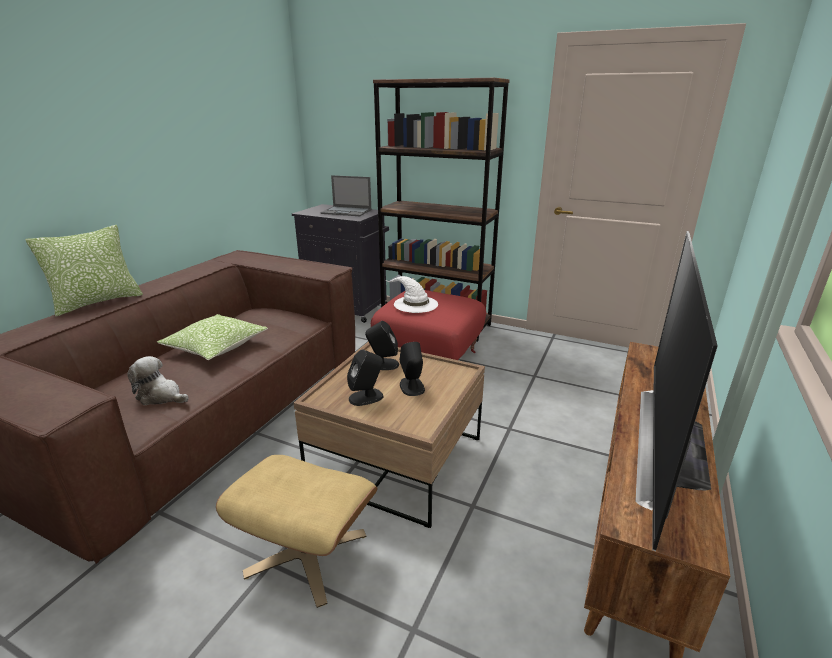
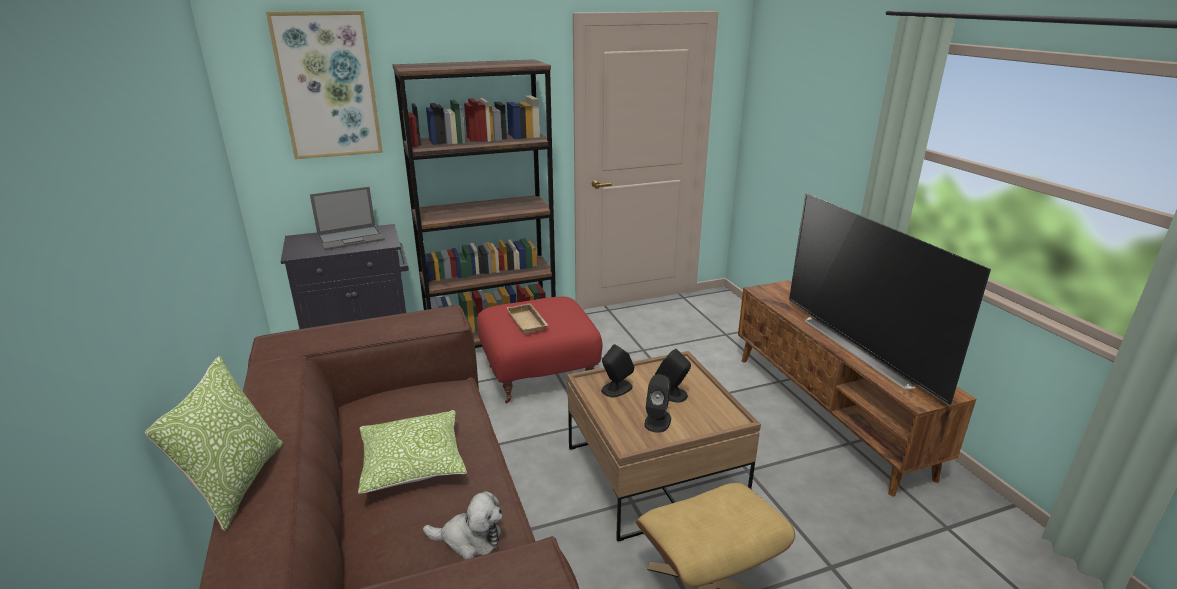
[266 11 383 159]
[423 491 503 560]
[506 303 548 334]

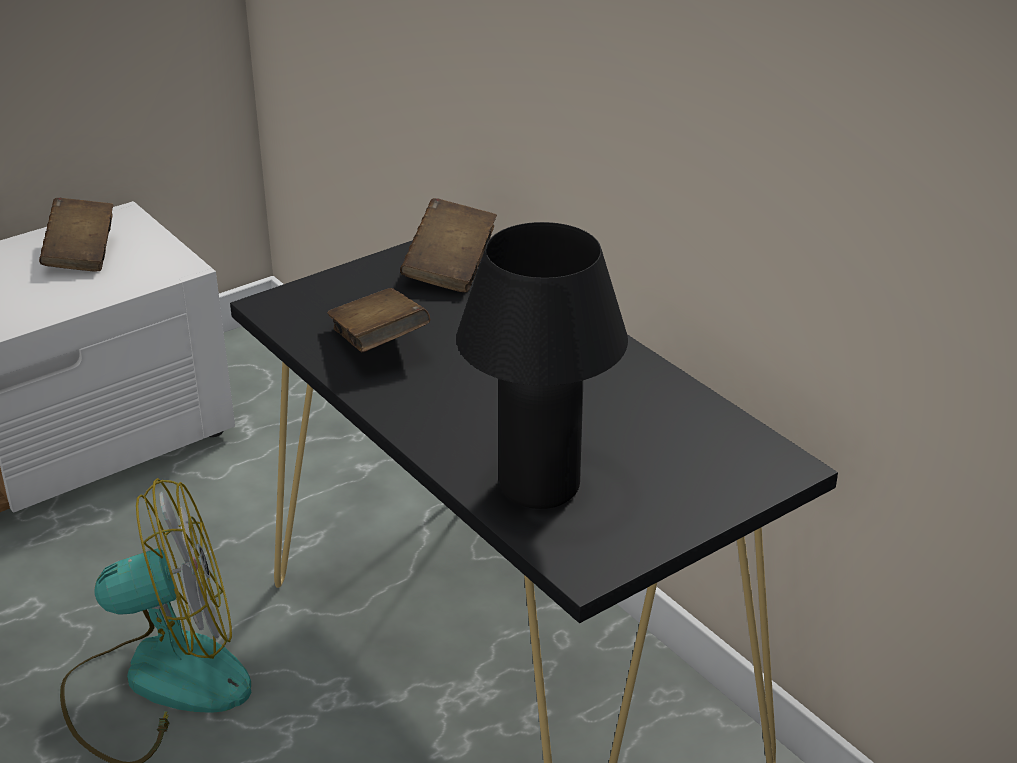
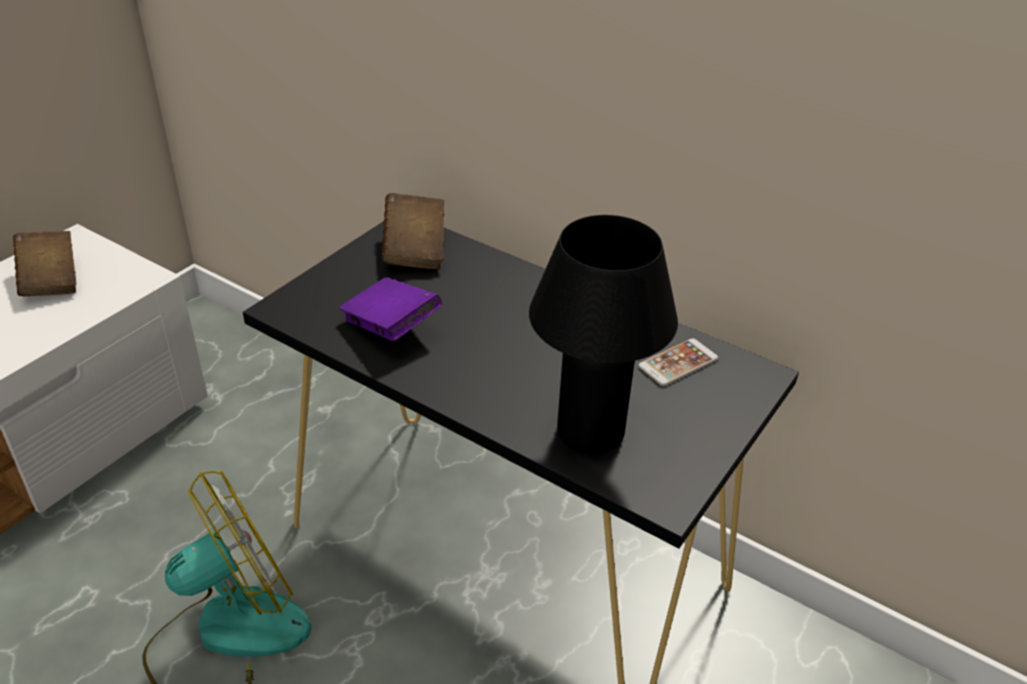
[339 278 442 341]
[638 338 718 386]

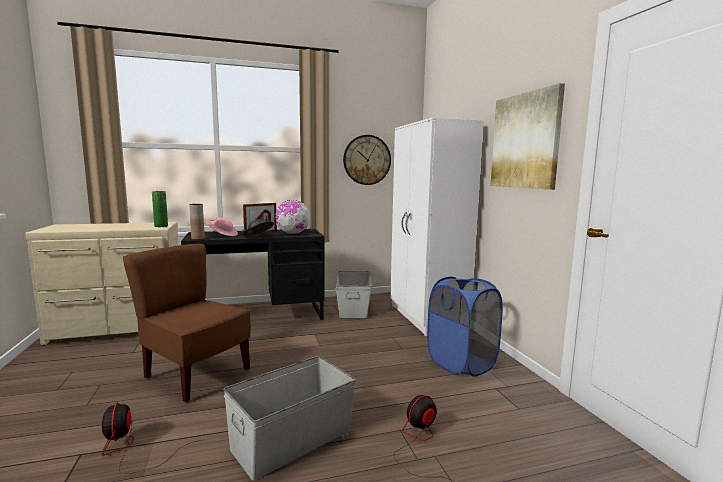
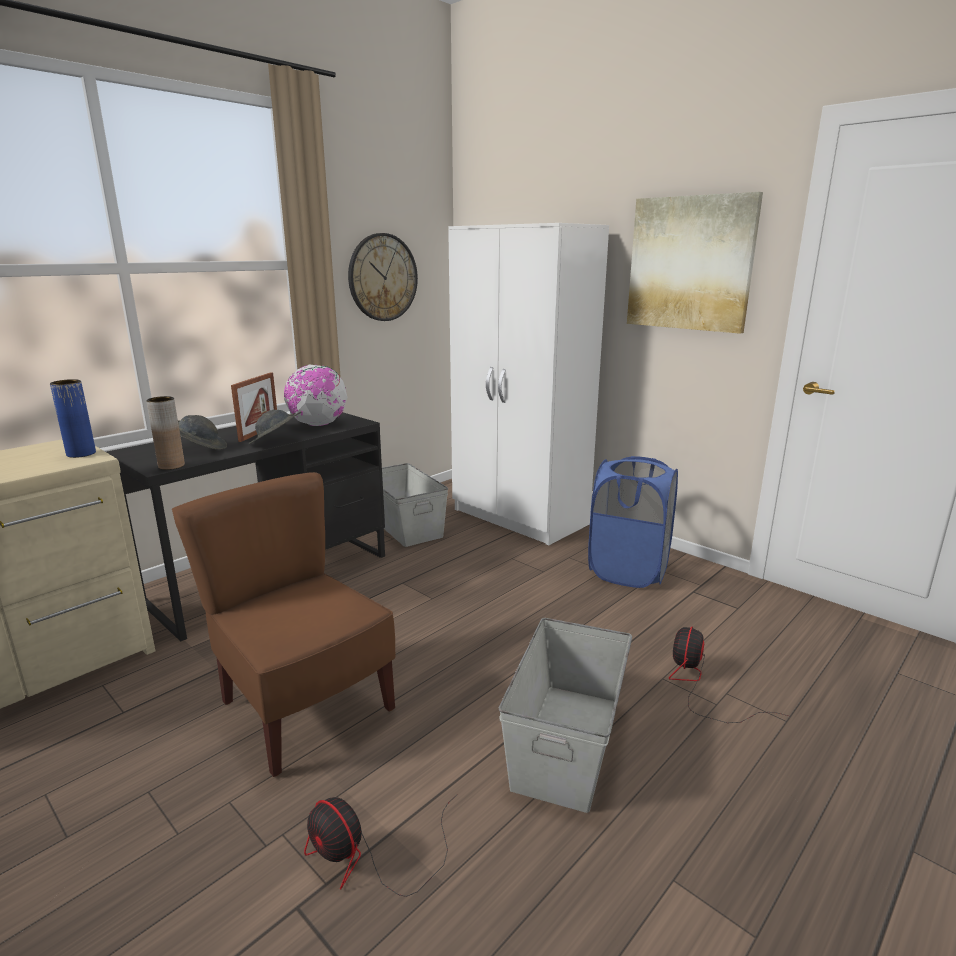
[50 379 96 458]
[172 472 395 777]
[178 415 227 450]

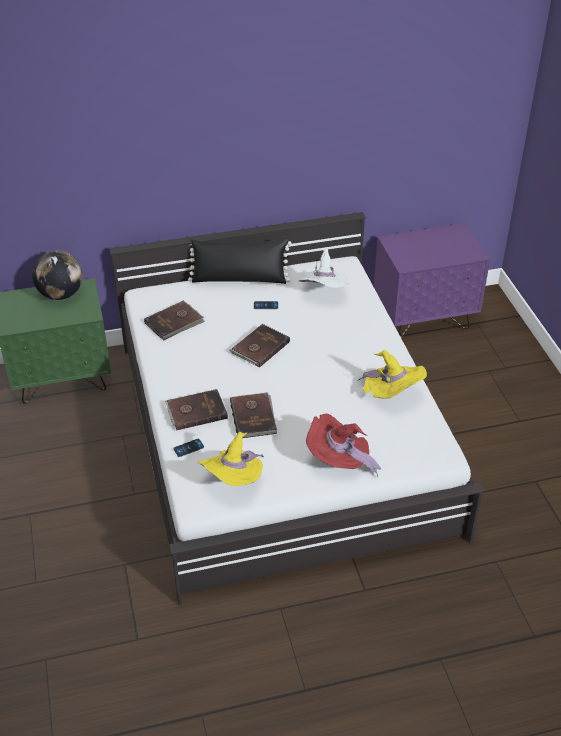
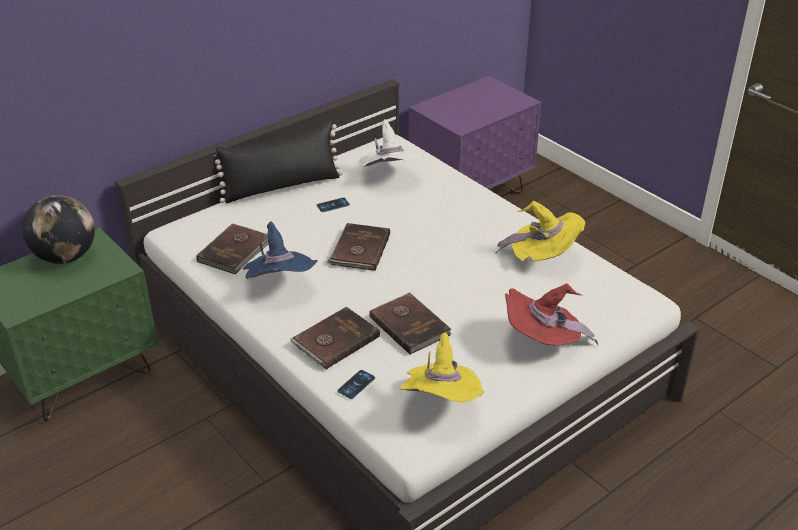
[243 222 318 279]

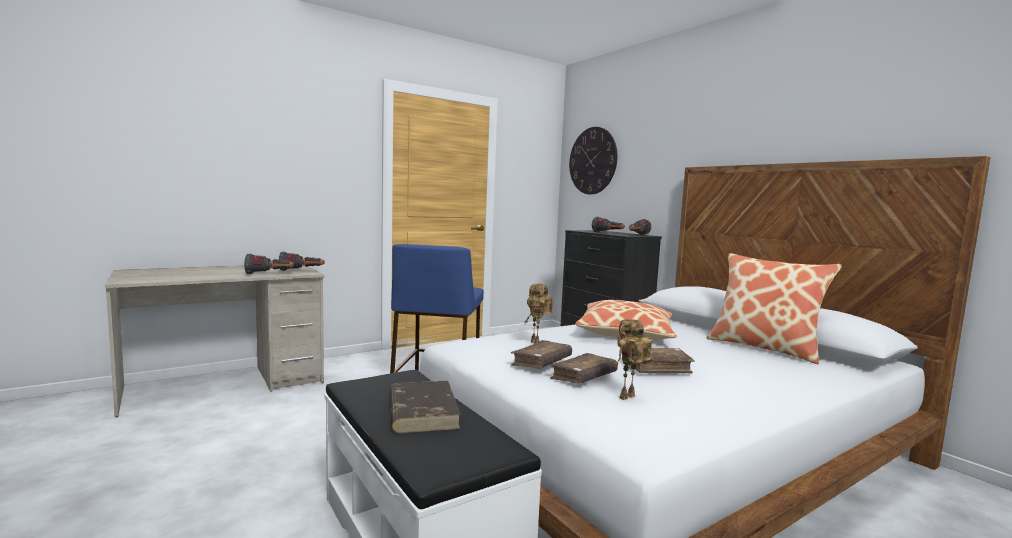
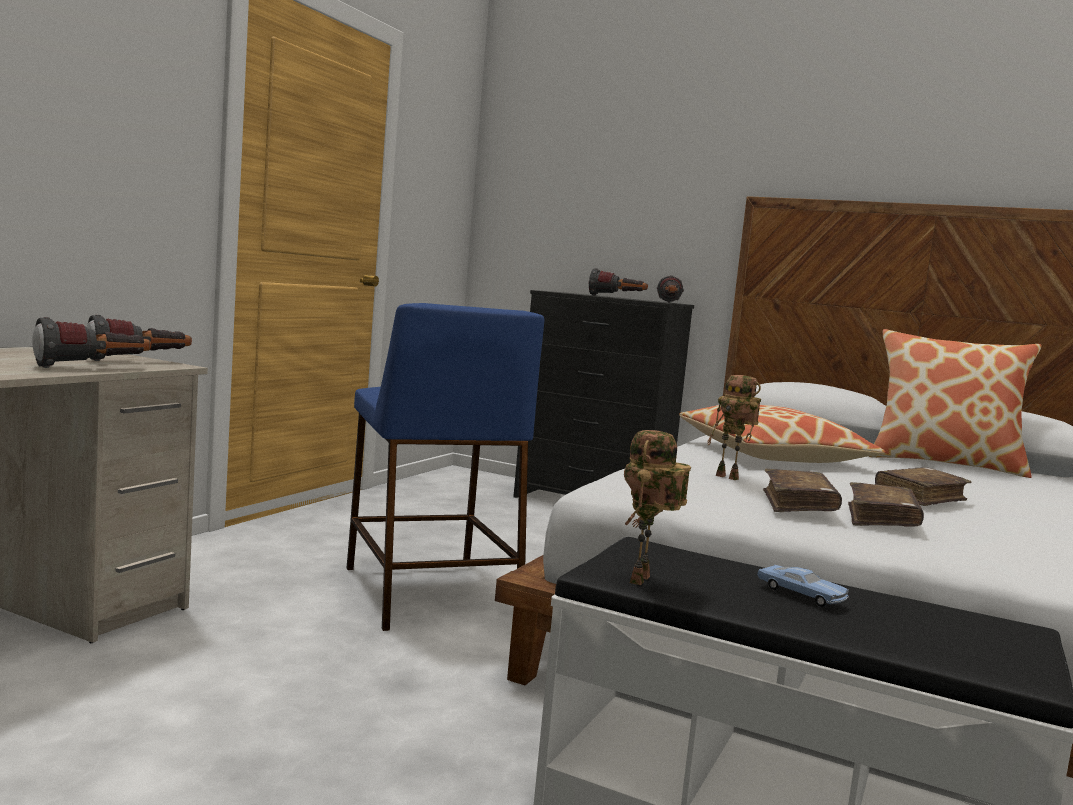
[624 430 691 585]
[757 565 849 607]
[569 127 617 194] (first image)

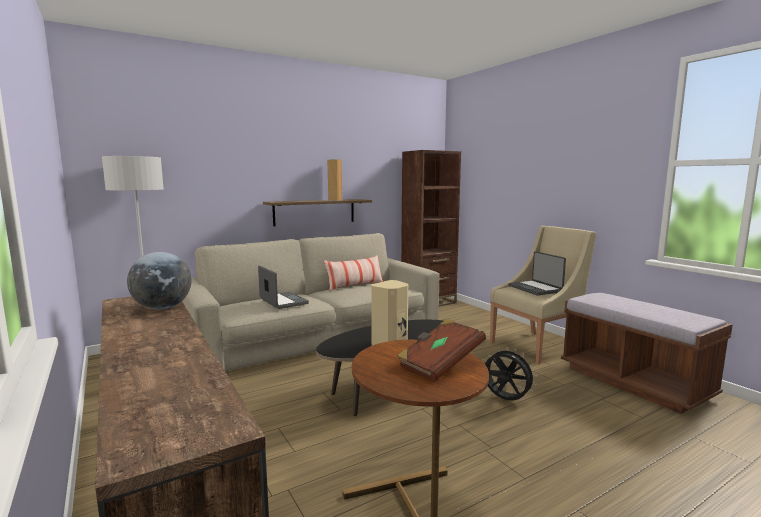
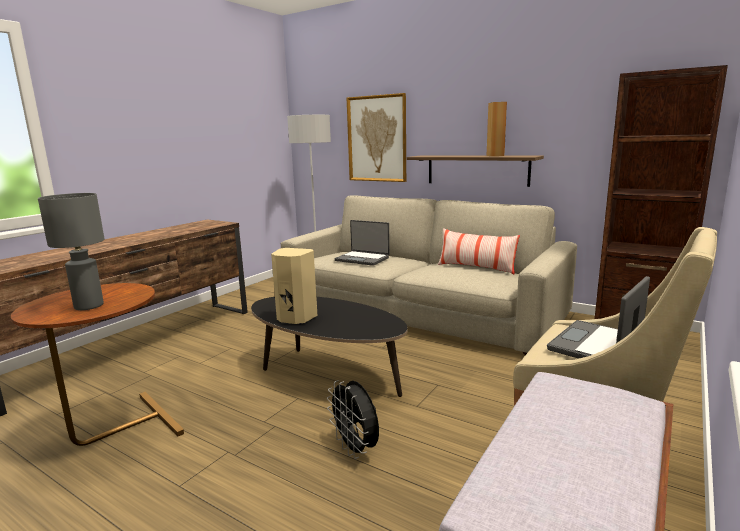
[38 193 104 310]
[327 380 379 459]
[335 220 390 266]
[347 93 406 182]
[127 252 192 310] (first image)

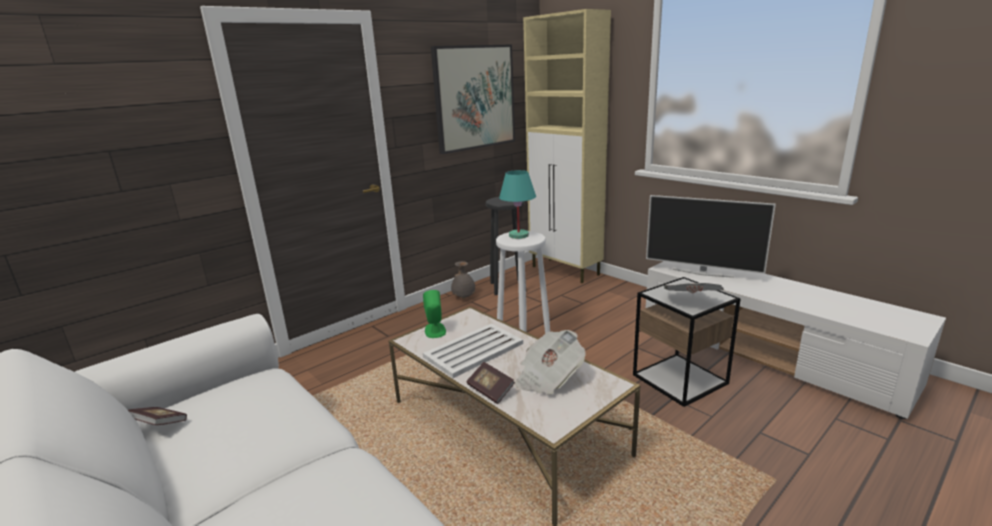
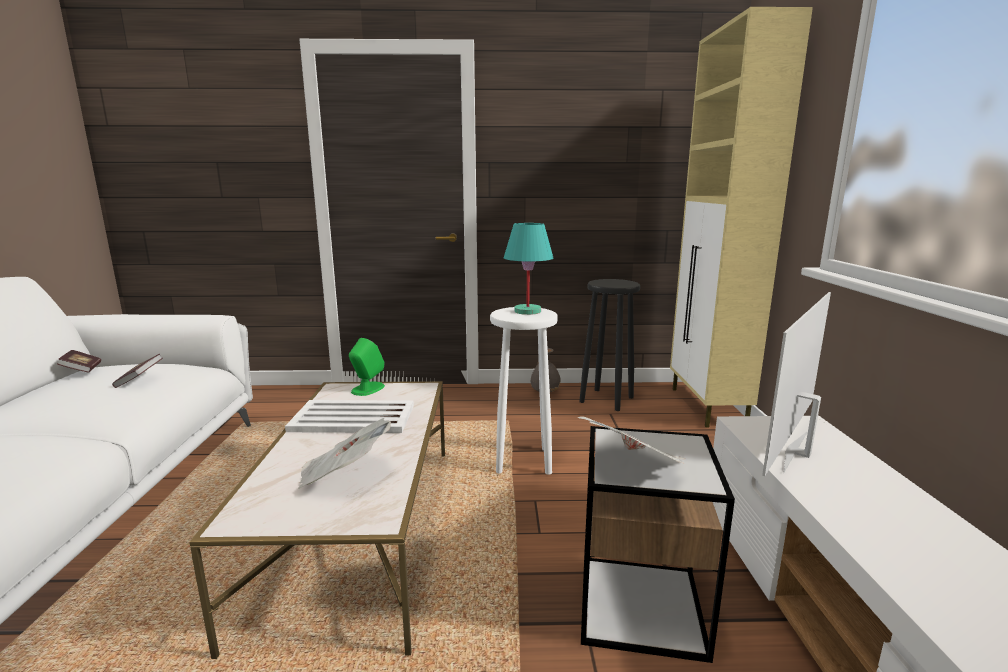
[112 354 163 388]
[762 292 831 476]
[431 45 515 154] (first image)

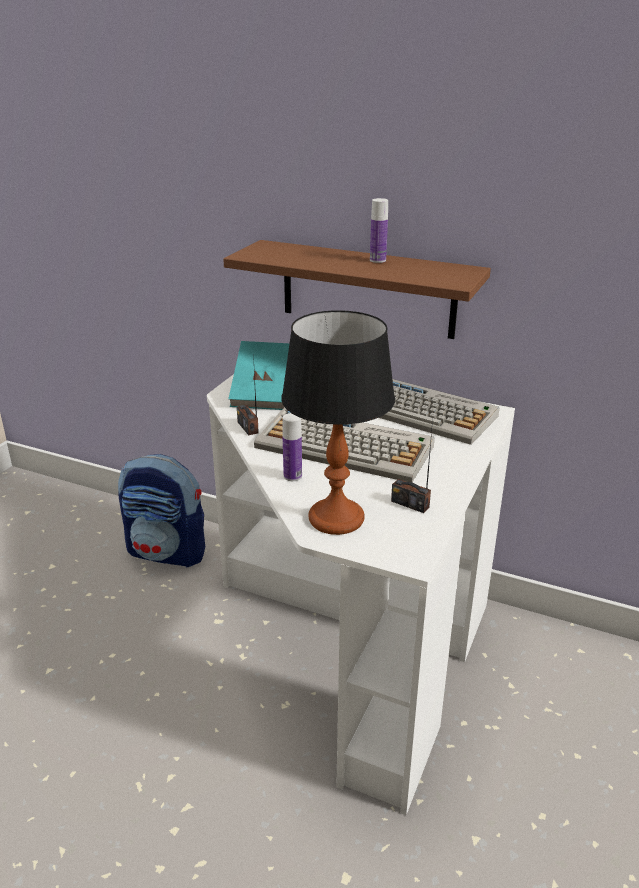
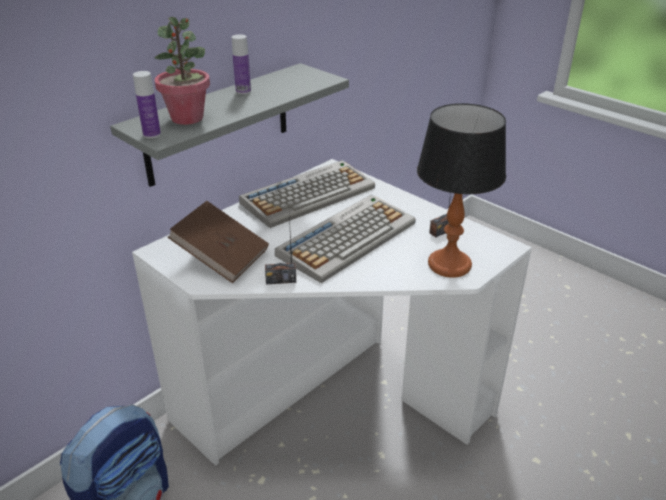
[110 63 349 187]
[133 71 161 138]
[154 17 210 125]
[167 201 269 283]

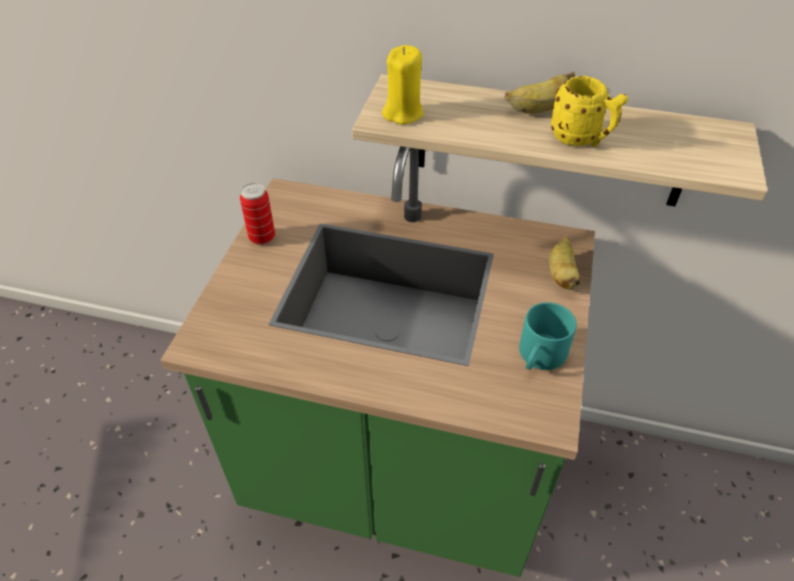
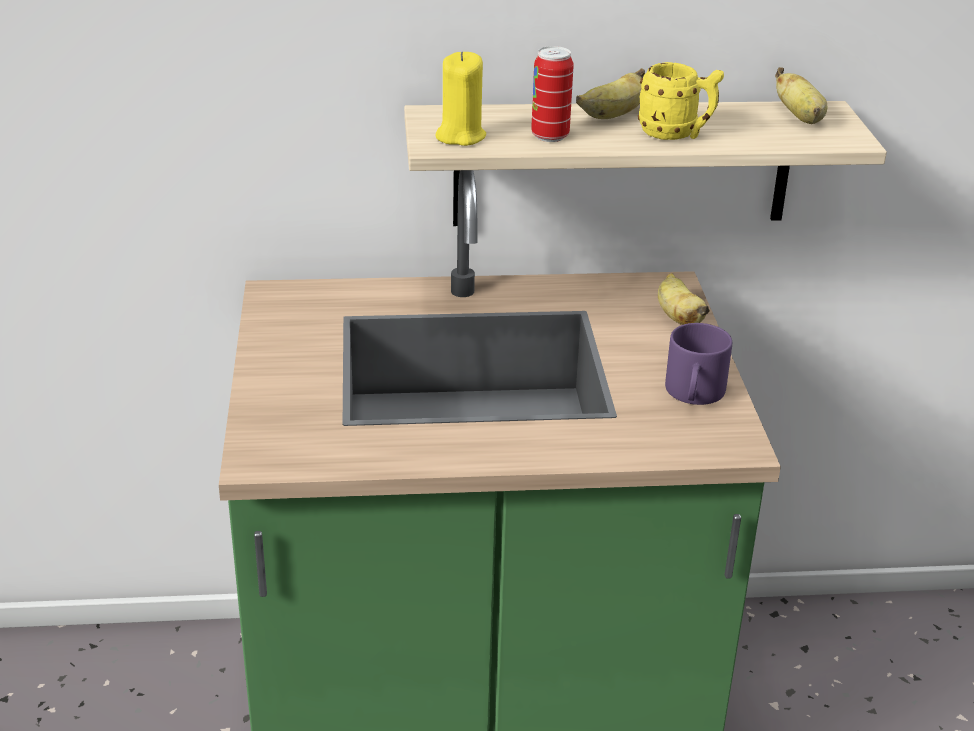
[531 46 574 142]
[665 323 732 405]
[775 67 827 124]

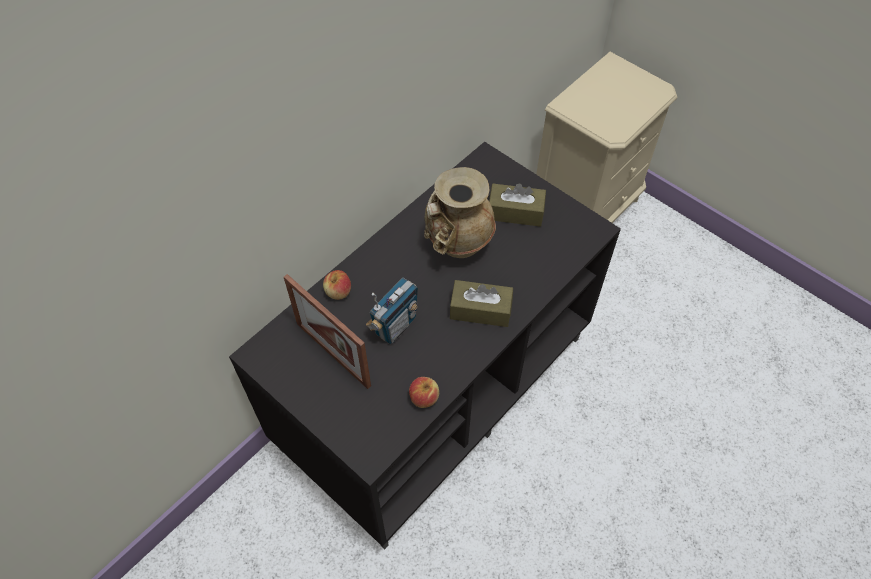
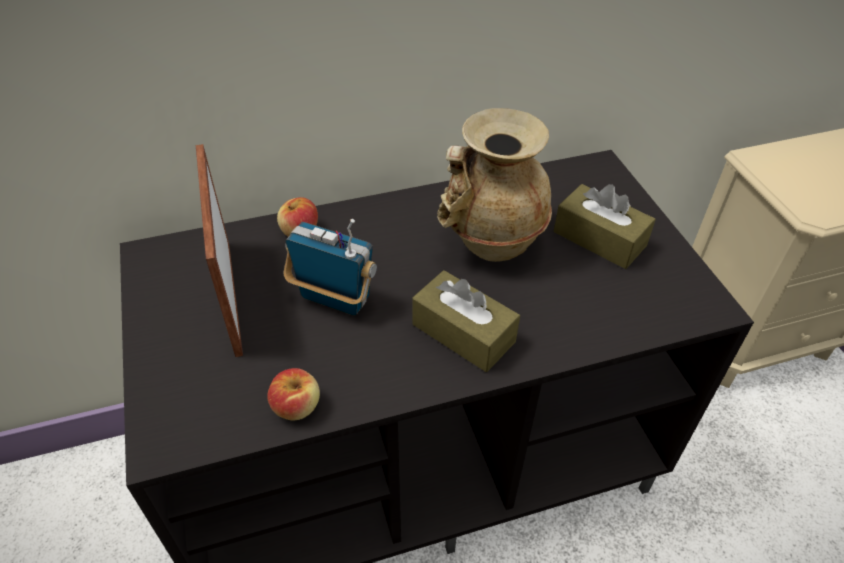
[284 219 377 316]

